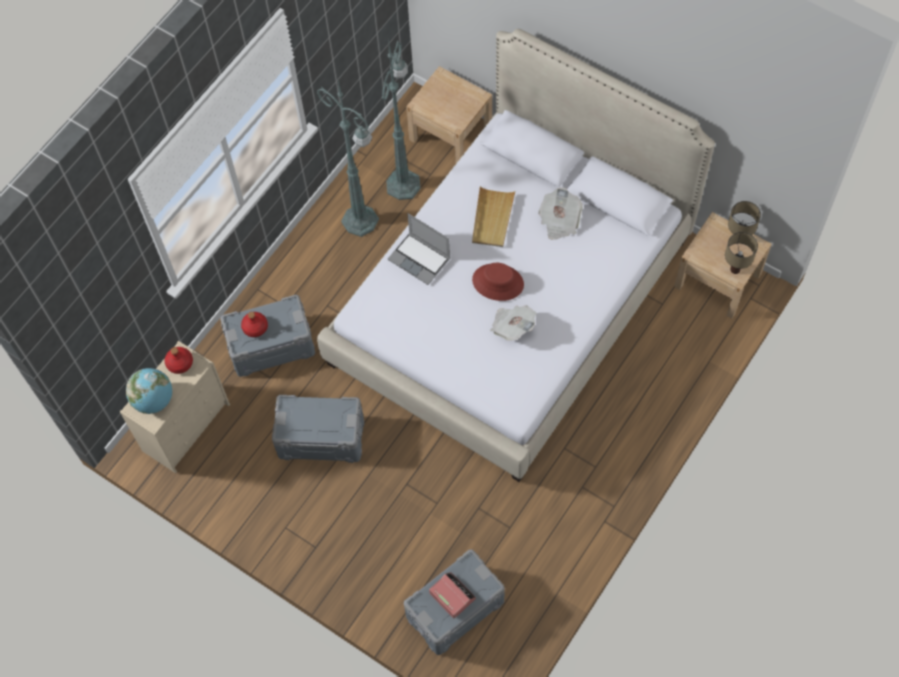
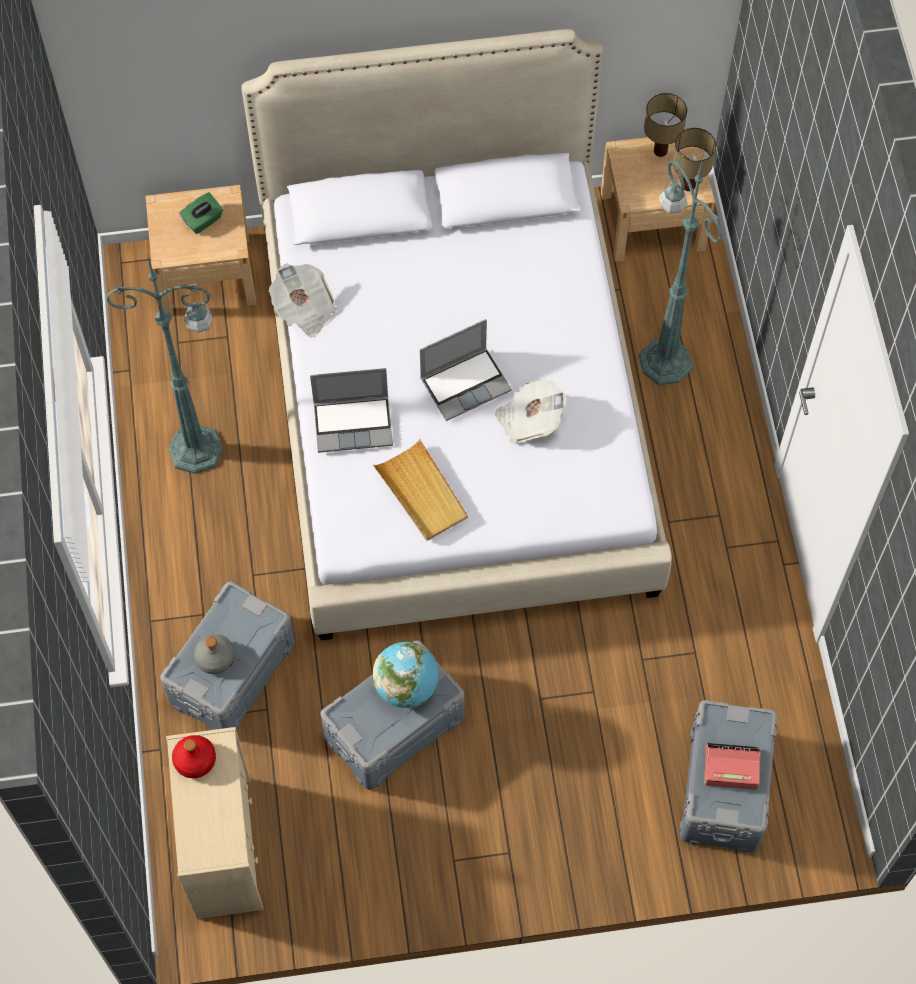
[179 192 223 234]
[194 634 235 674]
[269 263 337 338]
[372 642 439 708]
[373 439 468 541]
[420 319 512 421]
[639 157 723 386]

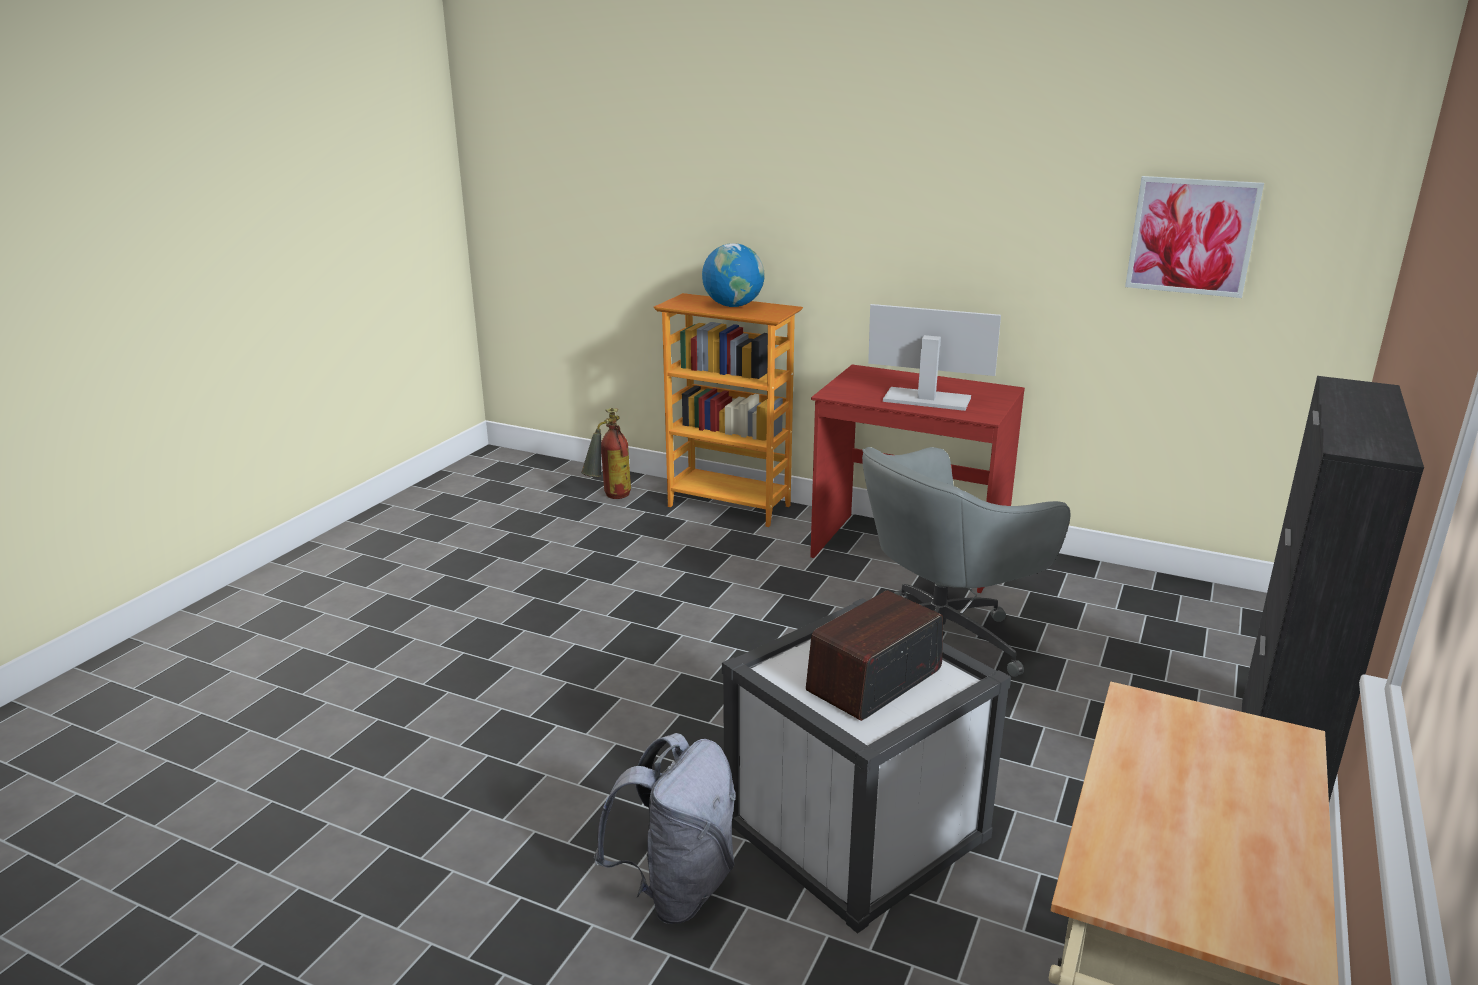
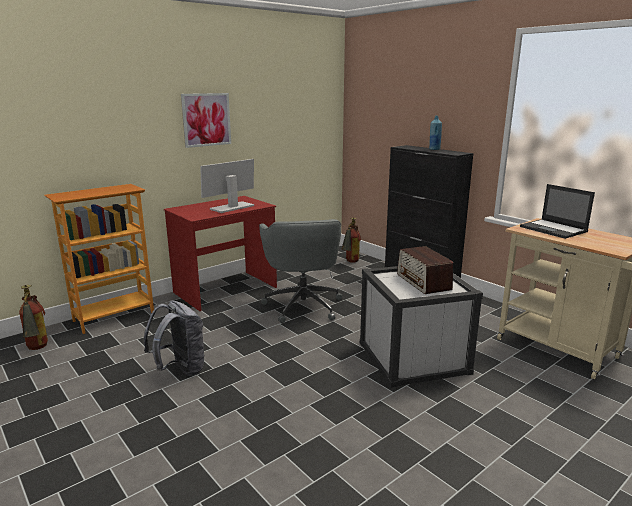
[144 301 205 376]
[181 93 231 148]
[341 217 361 263]
[429 116 442 150]
[520 184 595 239]
[702 243 764 307] (first image)

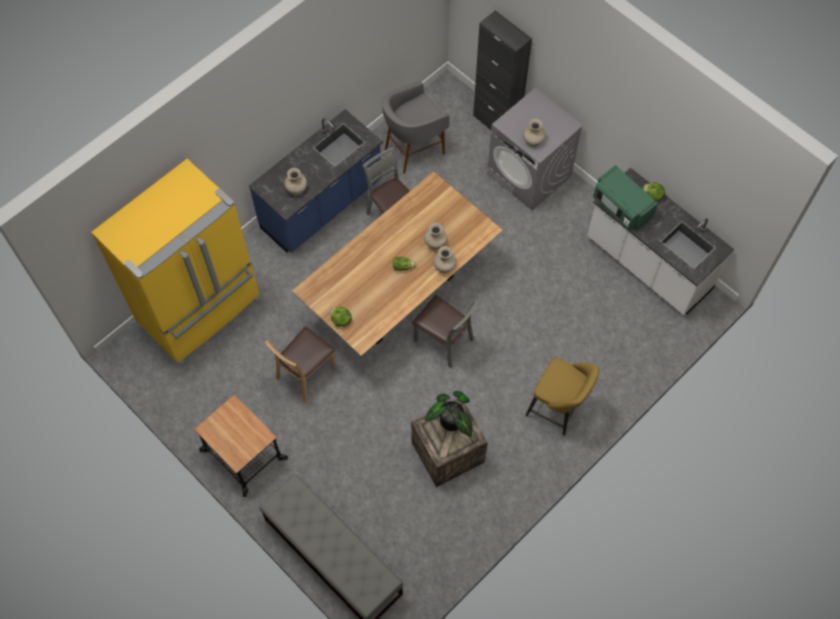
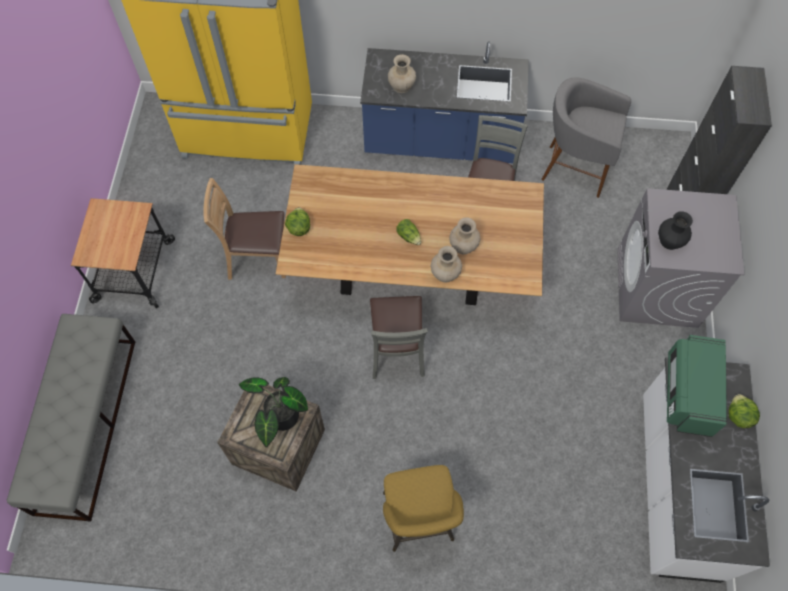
[658 211 693 250]

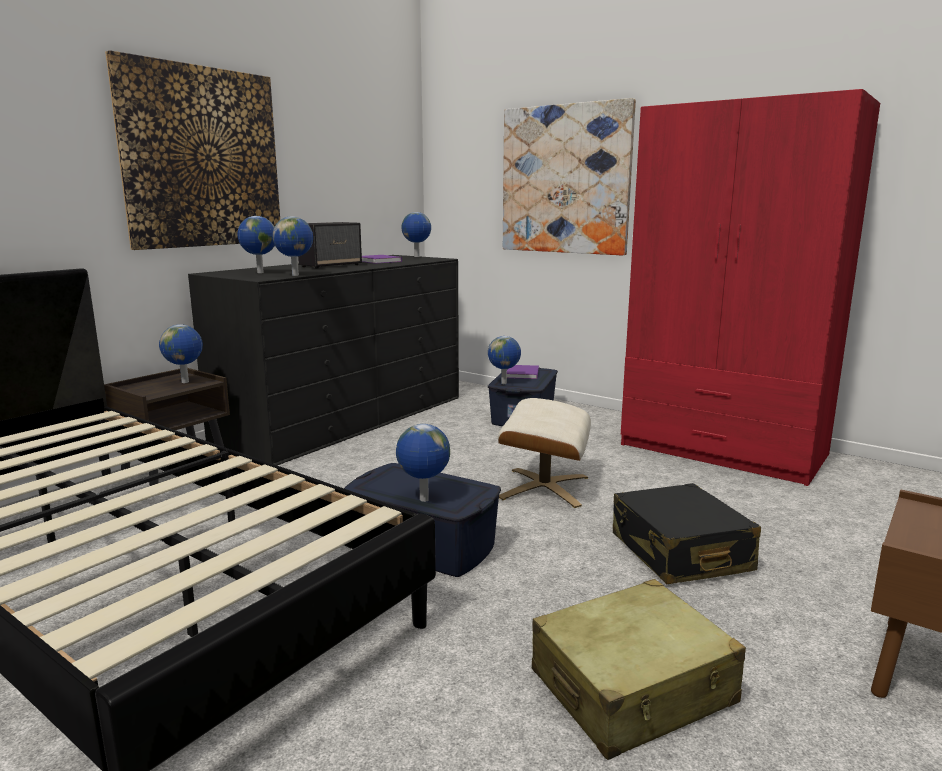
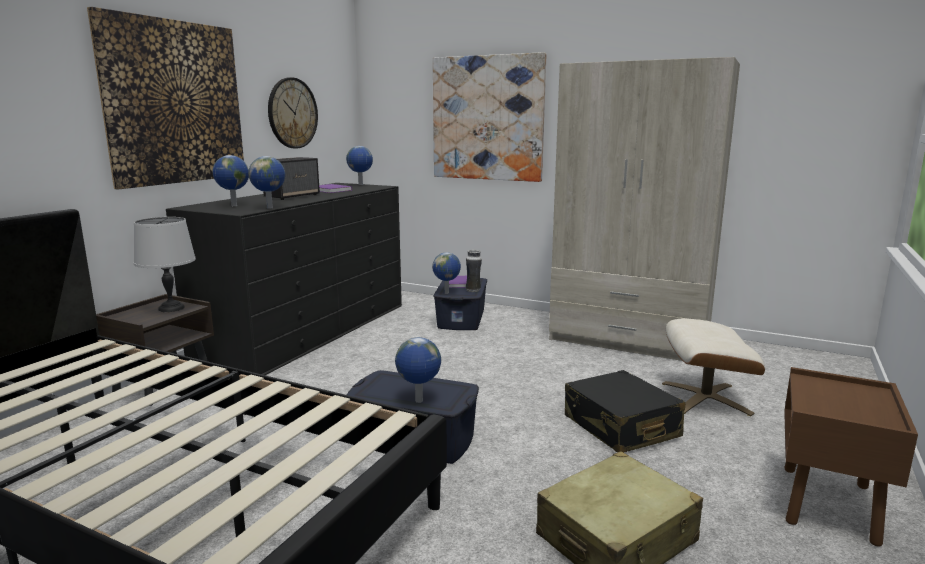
[134 217 196 312]
[268 77 318 148]
[466 250 482 292]
[549 57 740 361]
[662 318 765 416]

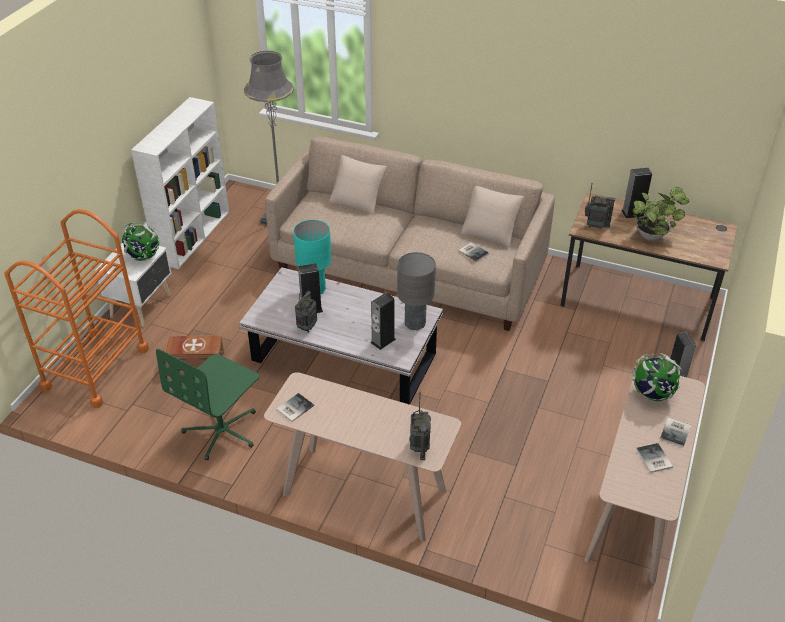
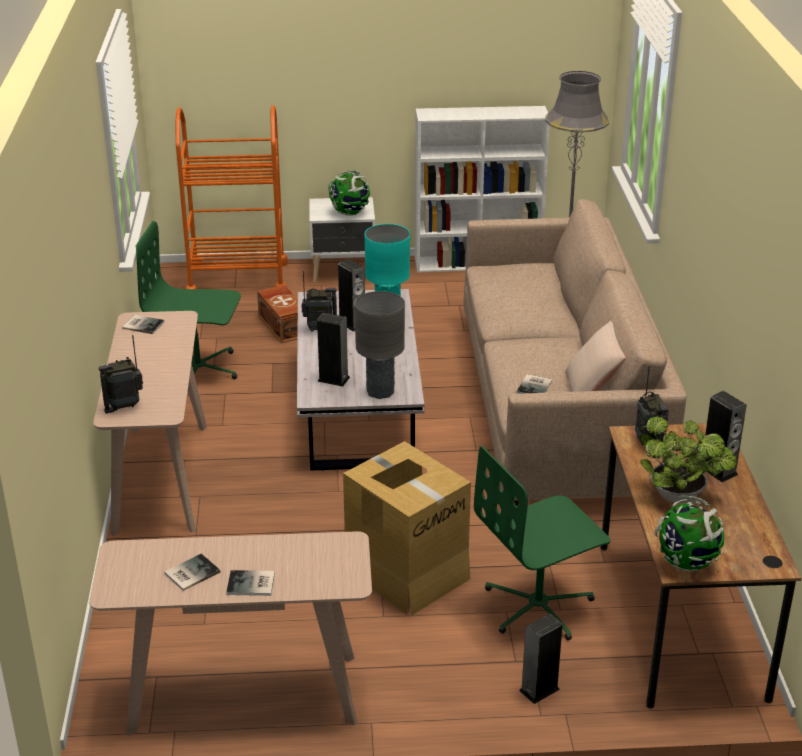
[343 441 471 616]
[474 446 611 640]
[655 496 724 571]
[329 155 387 215] (first image)

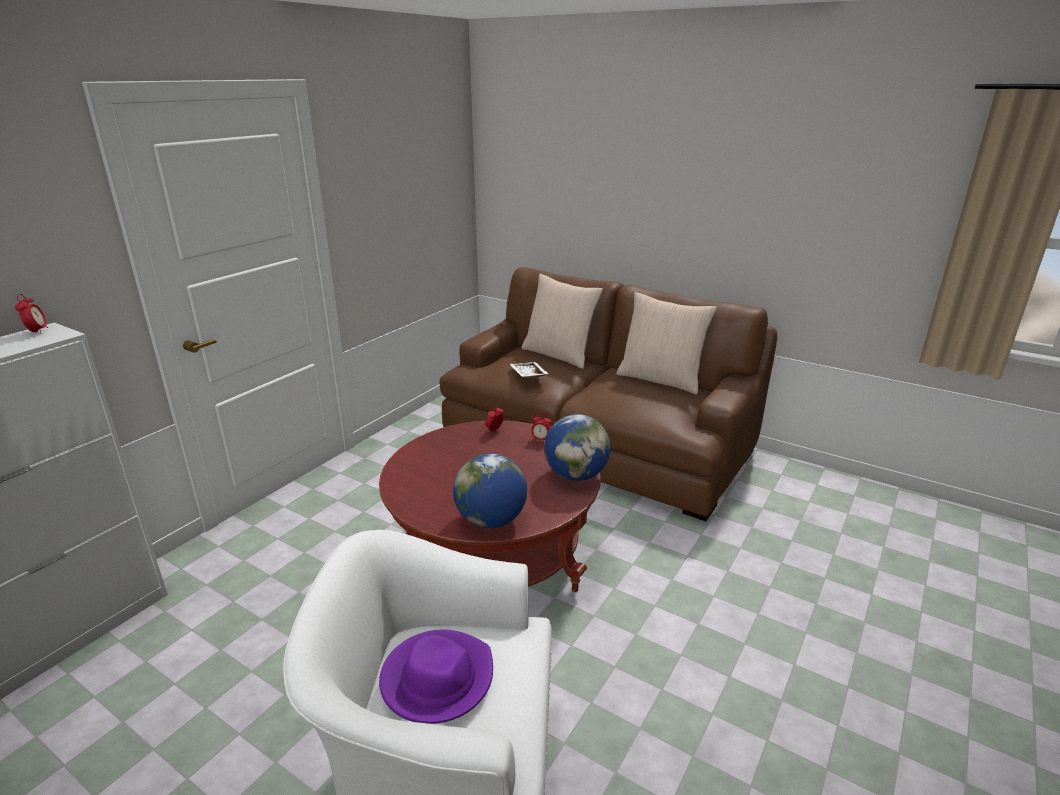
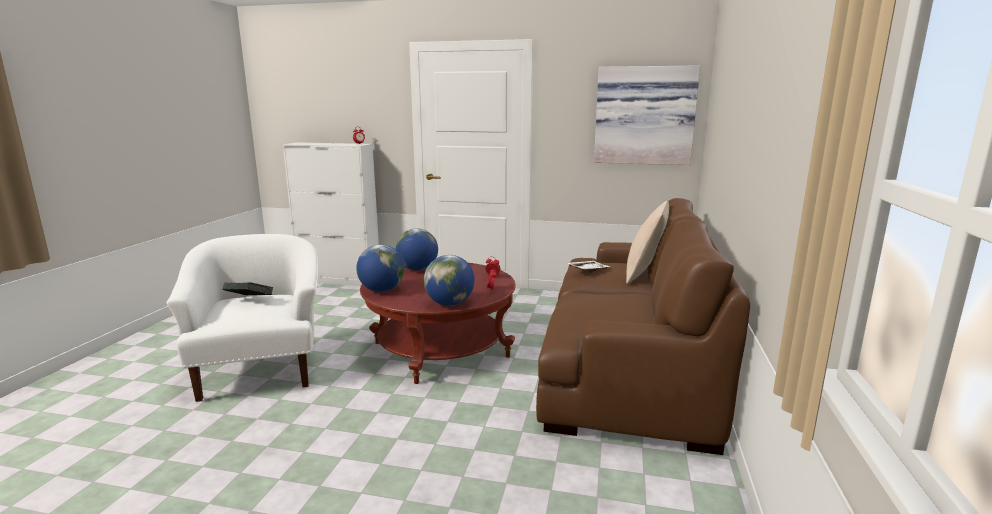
[223 282 274 295]
[396 228 438 271]
[594 65 700 165]
[616 292 717 395] (first image)

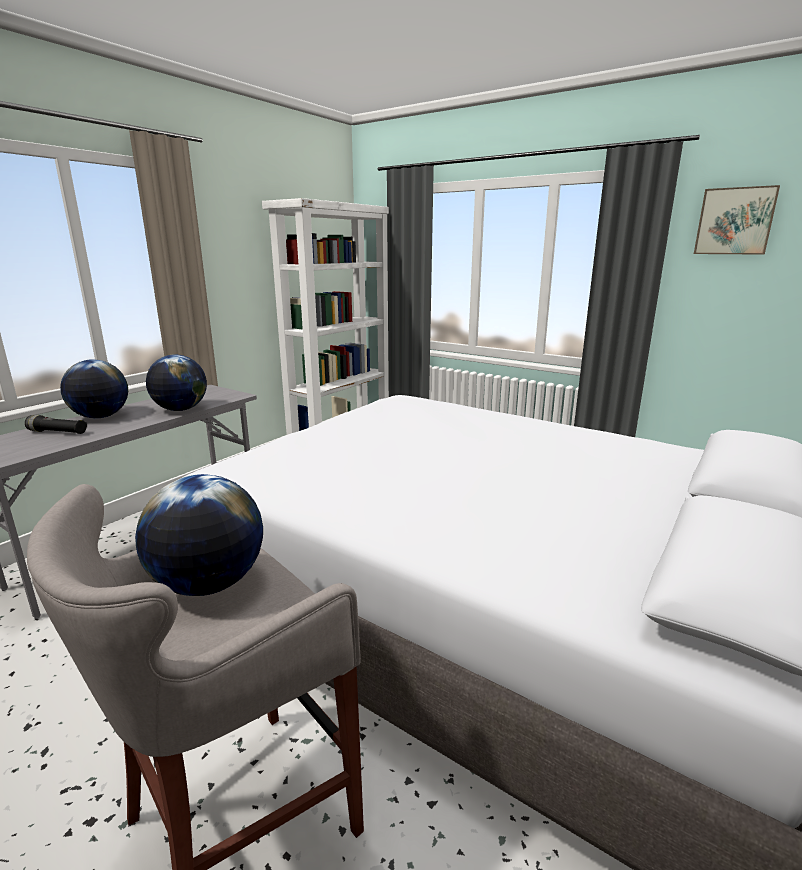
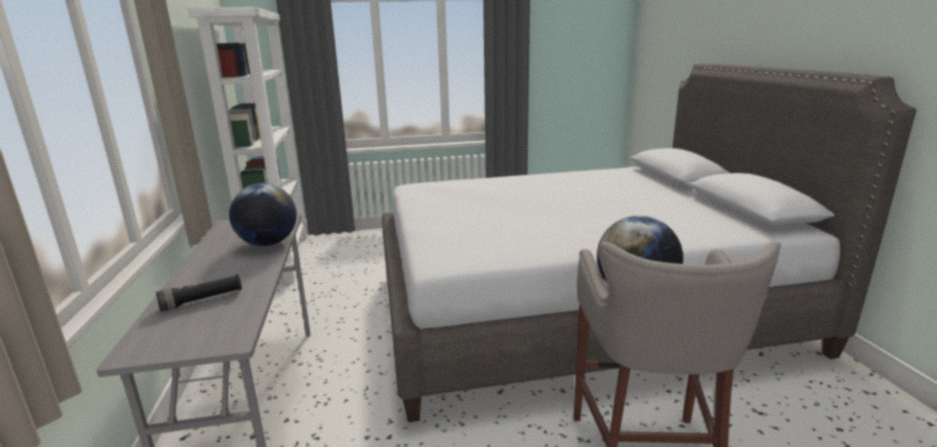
[60 359 128 418] (first image)
[694 185 780 255] (first image)

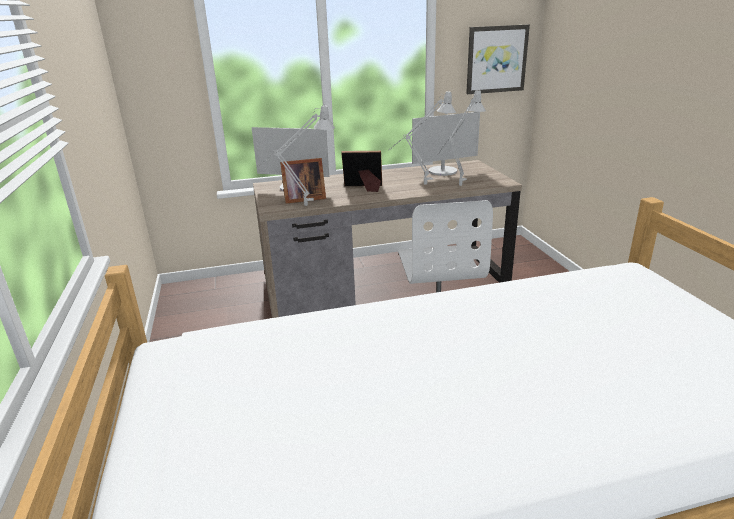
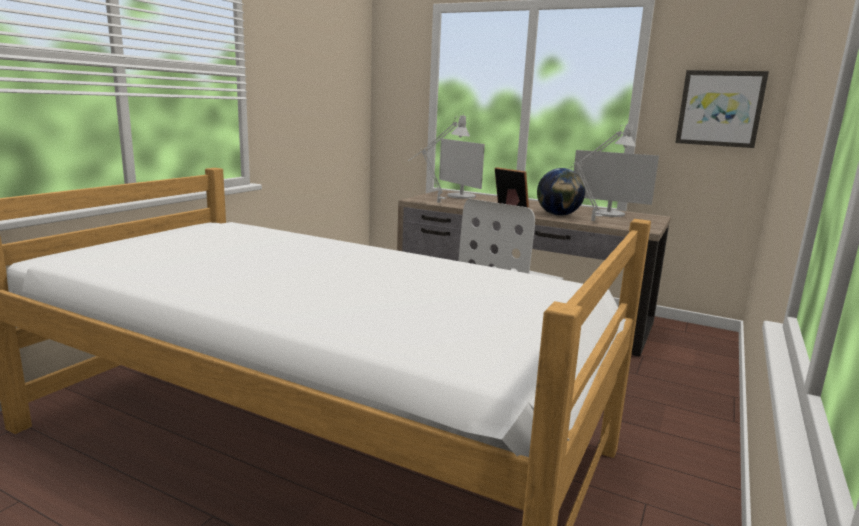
[537 168 585 216]
[280 158 326 203] (first image)

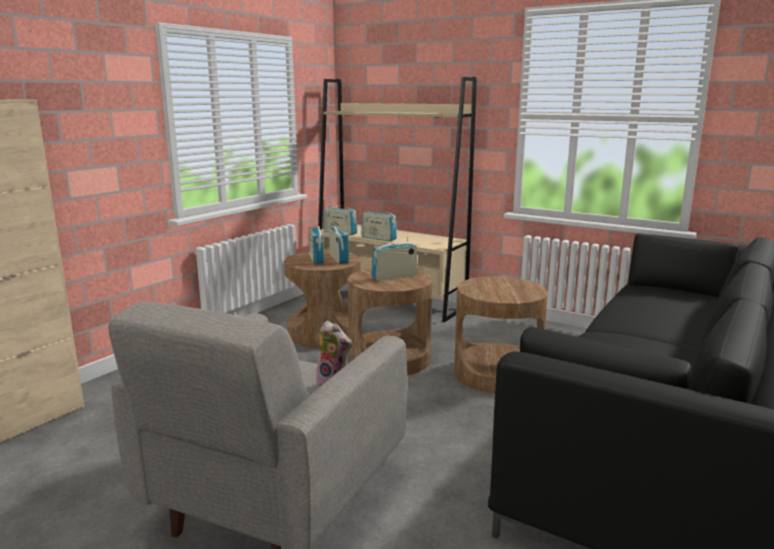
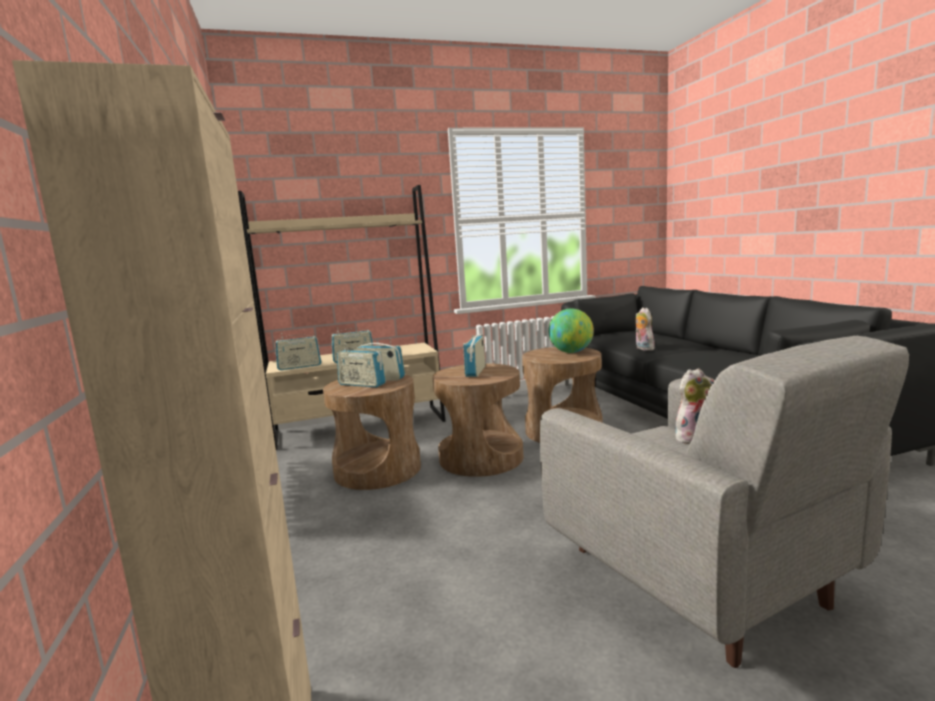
[548 309 594 353]
[635 307 655 351]

